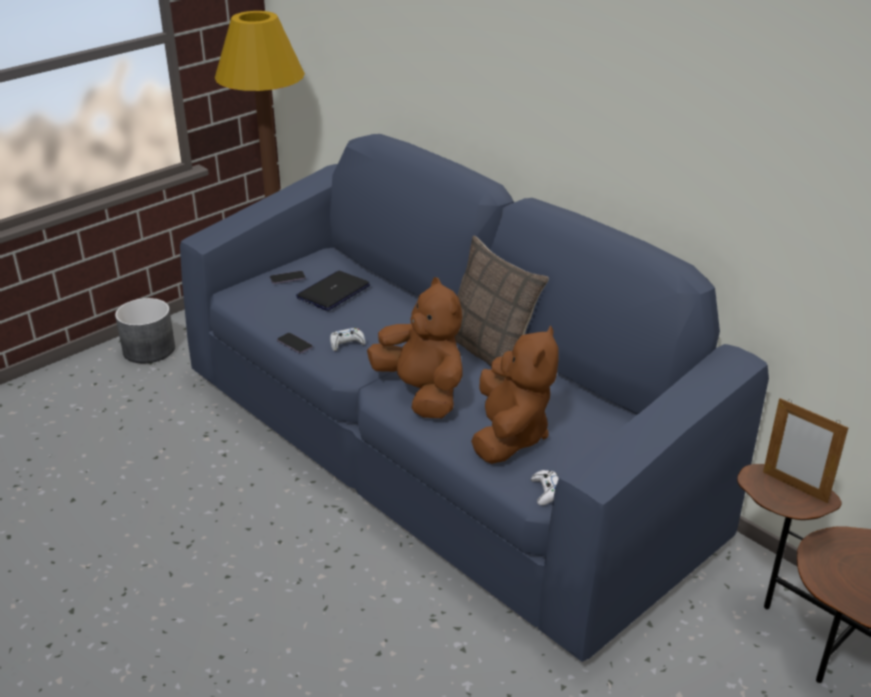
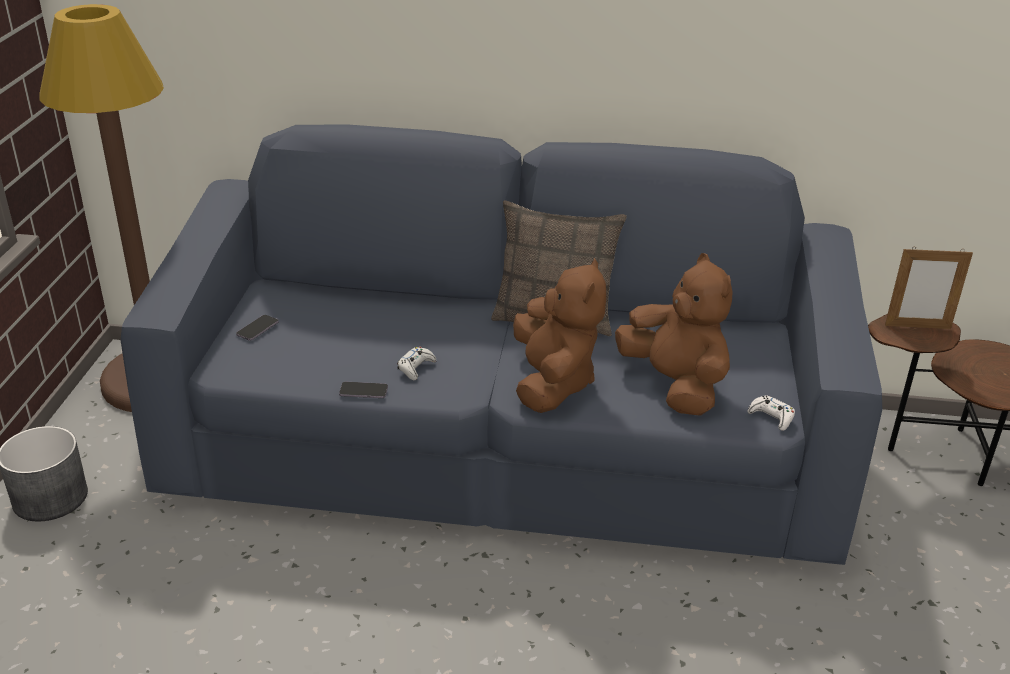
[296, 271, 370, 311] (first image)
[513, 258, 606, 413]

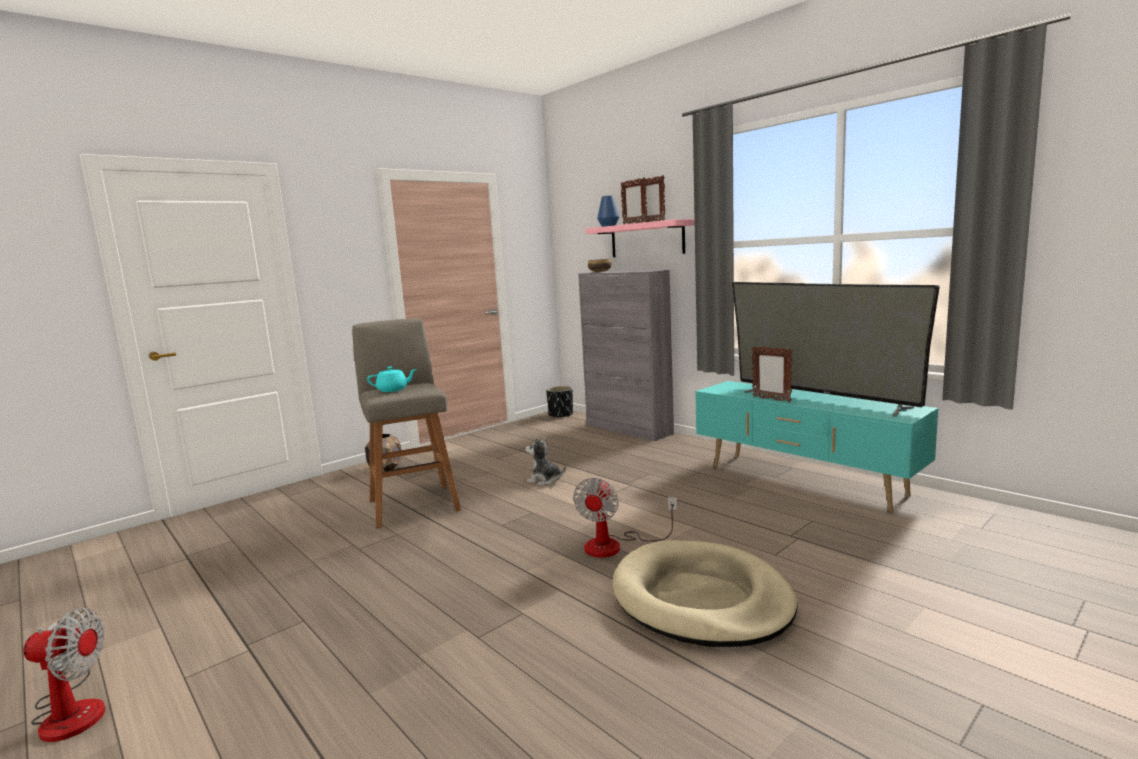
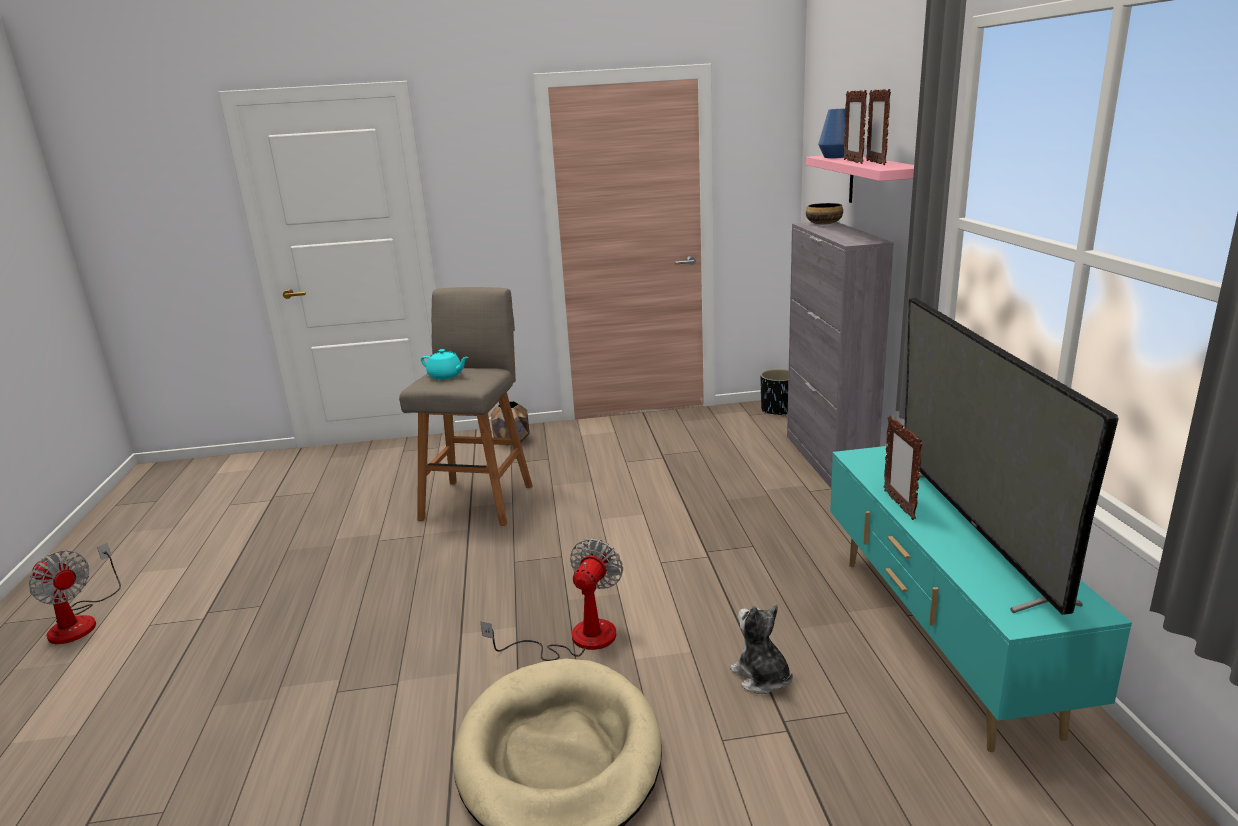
[730, 605, 793, 694]
[480, 539, 623, 661]

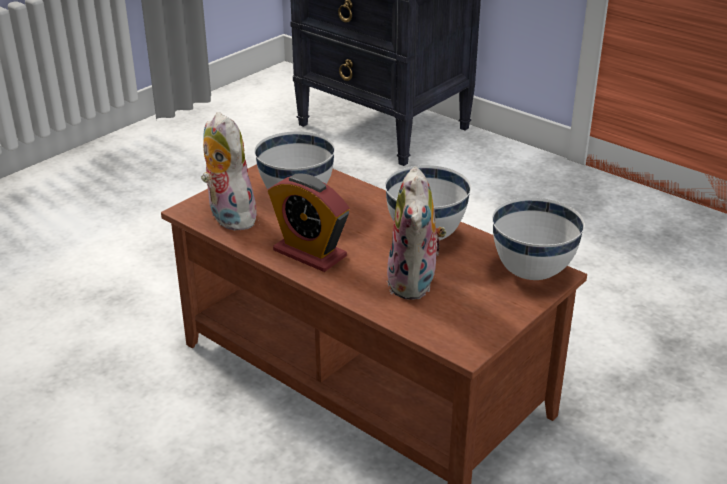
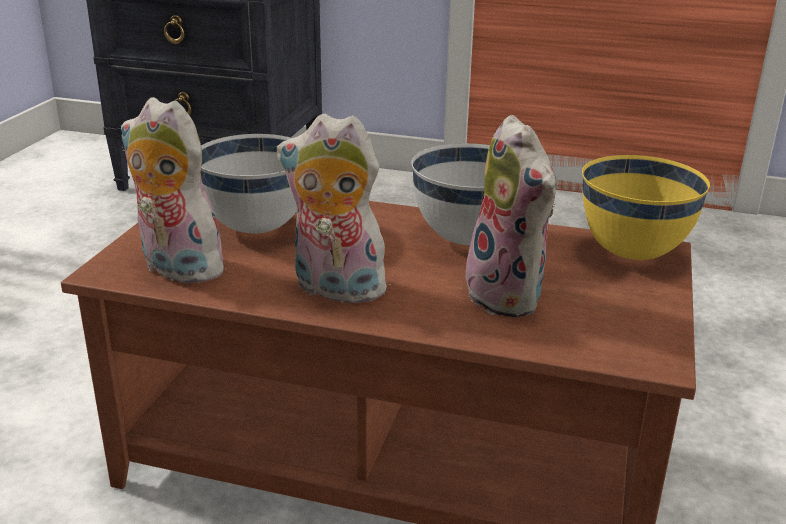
[277, 114, 396, 307]
[582, 155, 710, 260]

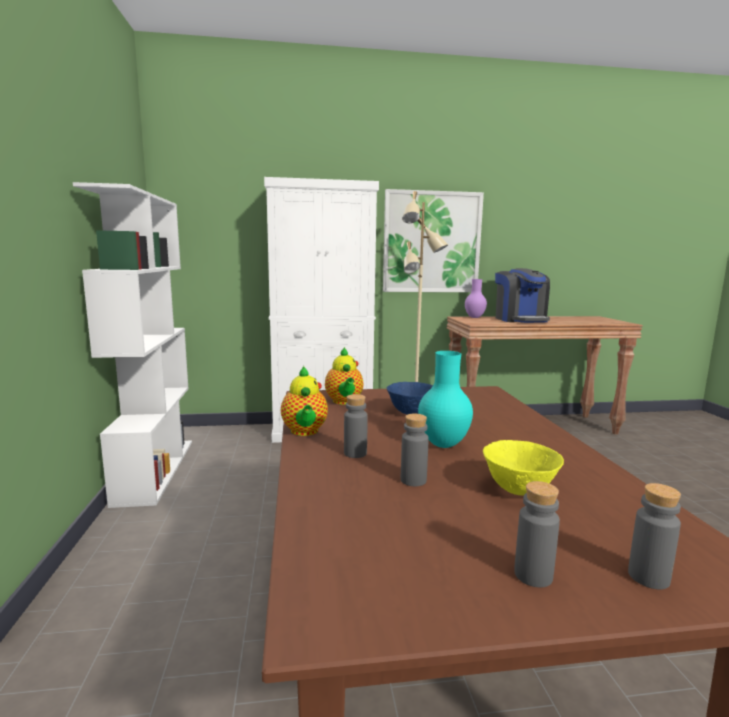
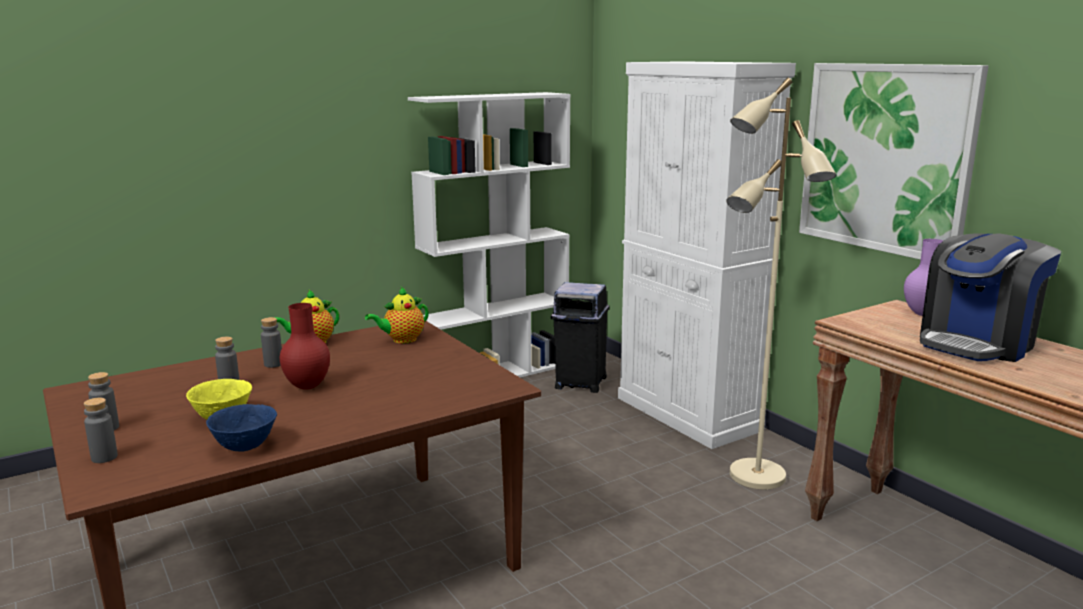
[206, 404, 277, 452]
[280, 303, 330, 390]
[551, 282, 609, 393]

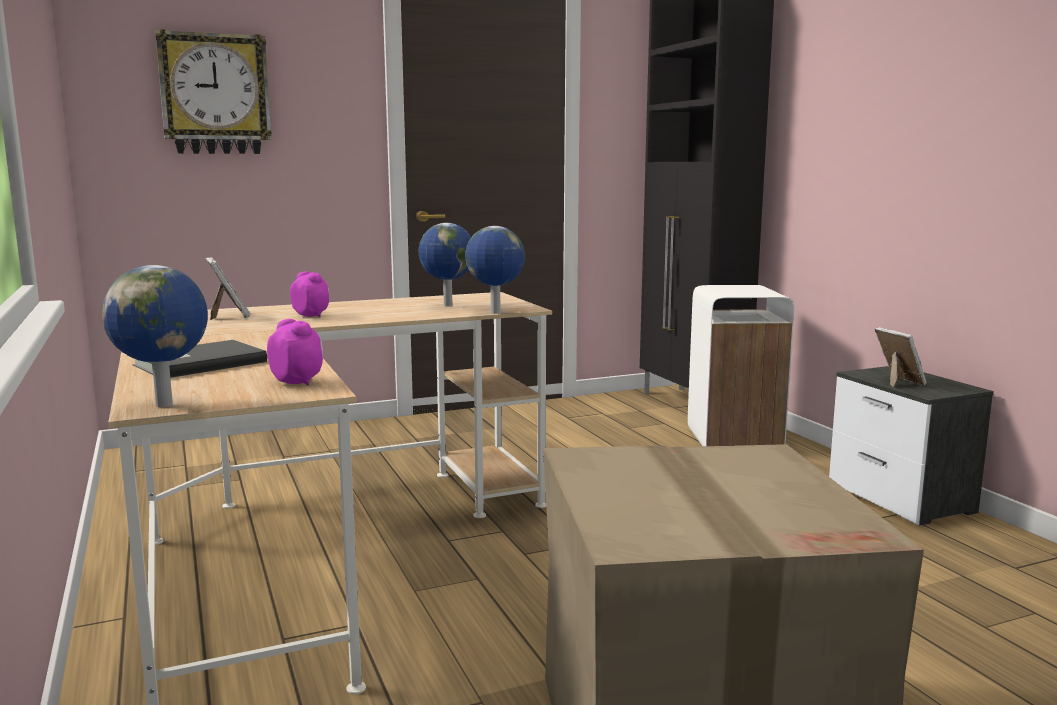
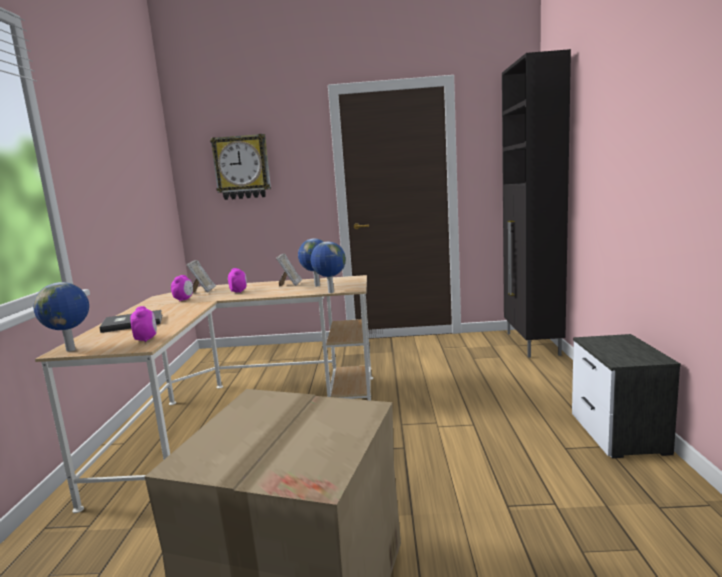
[688, 285, 794, 446] (first image)
[276, 253, 302, 287]
[171, 275, 193, 302]

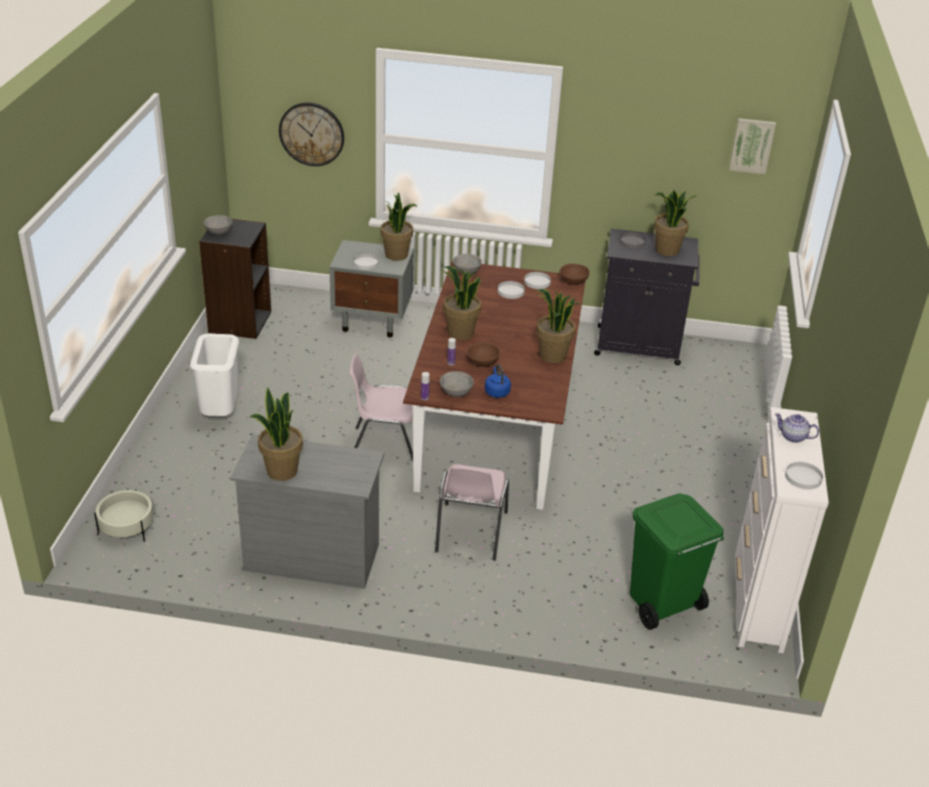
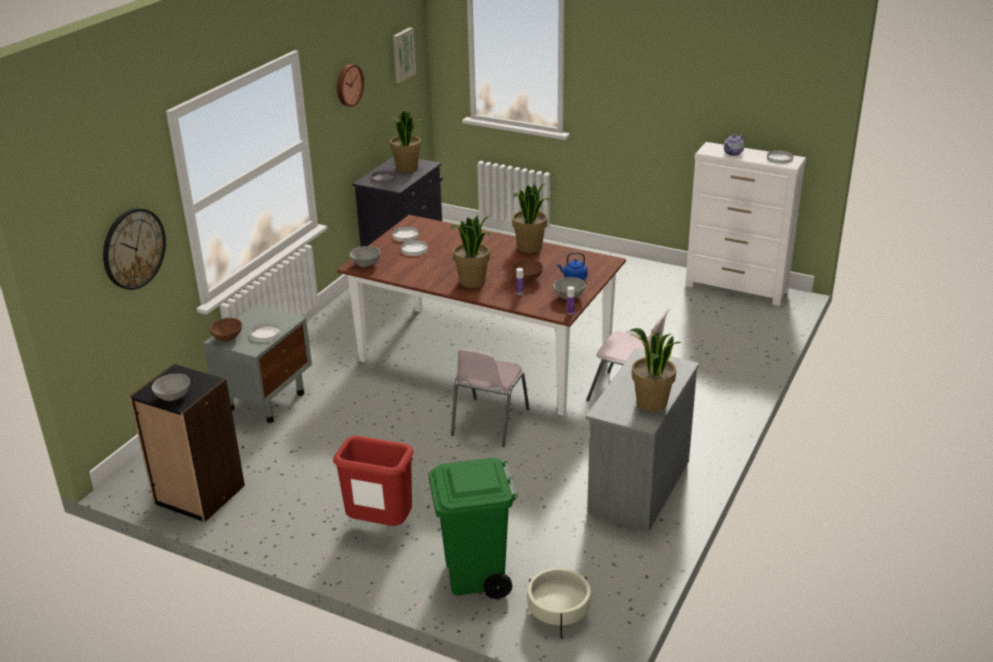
[333, 435, 414, 526]
[381, 192, 418, 261] (first image)
[210, 318, 242, 342]
[428, 458, 518, 599]
[337, 64, 364, 107]

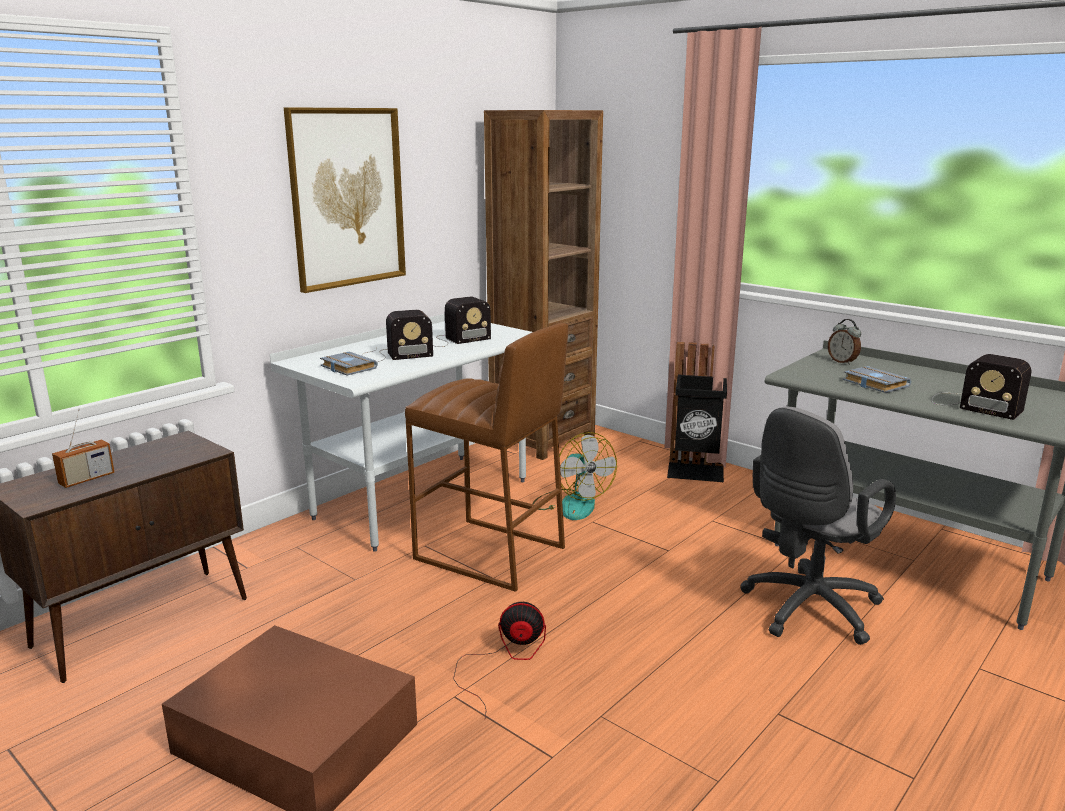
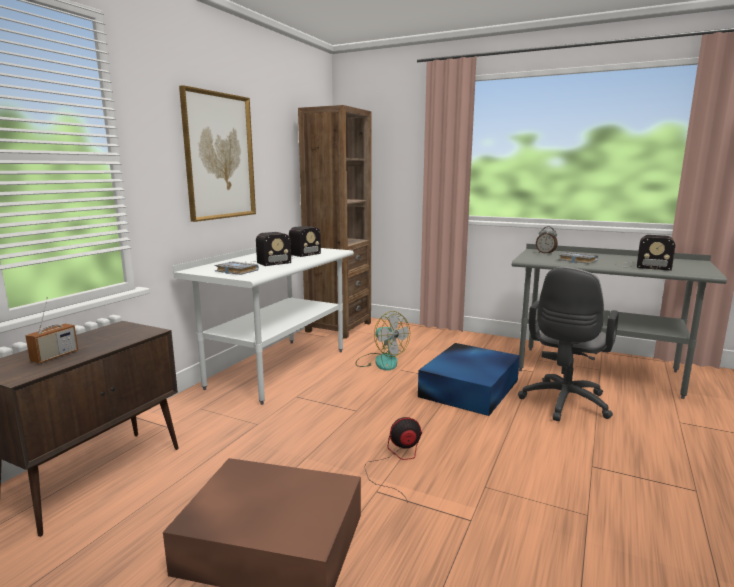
[405, 323, 568, 592] (first image)
[667, 342, 727, 482] (first image)
[418, 343, 520, 416]

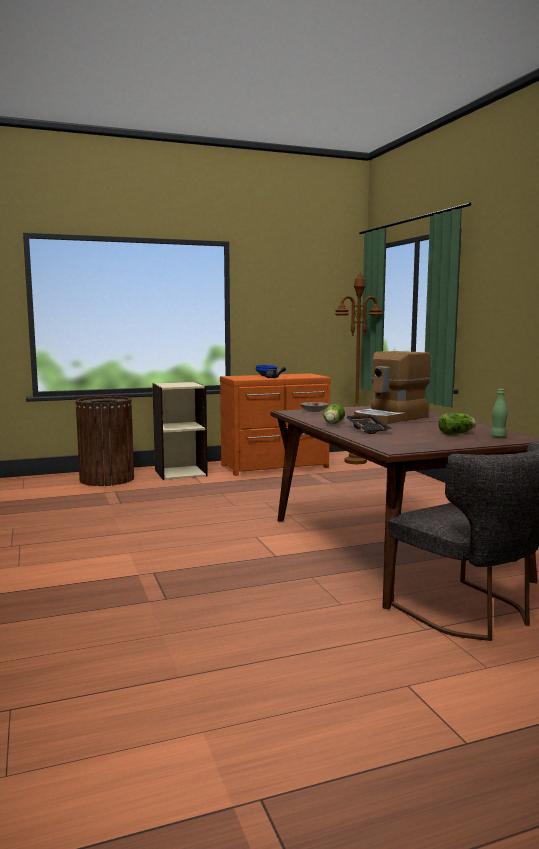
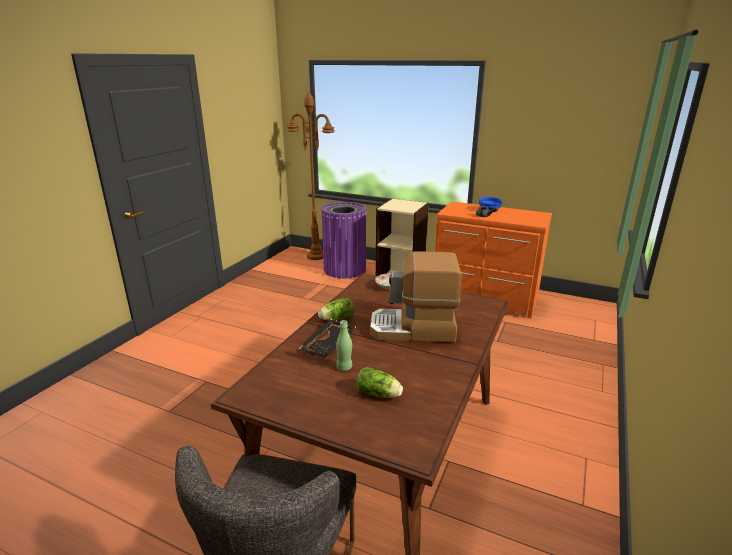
[321, 202, 366, 279]
[287, 91, 335, 260]
[336, 320, 352, 371]

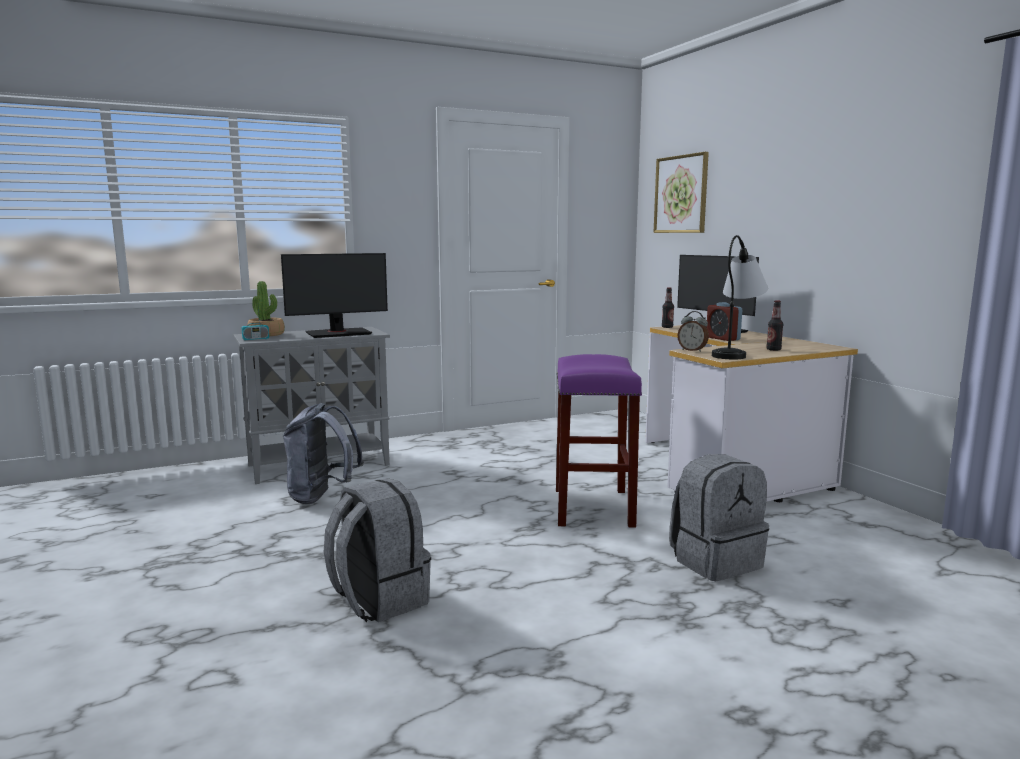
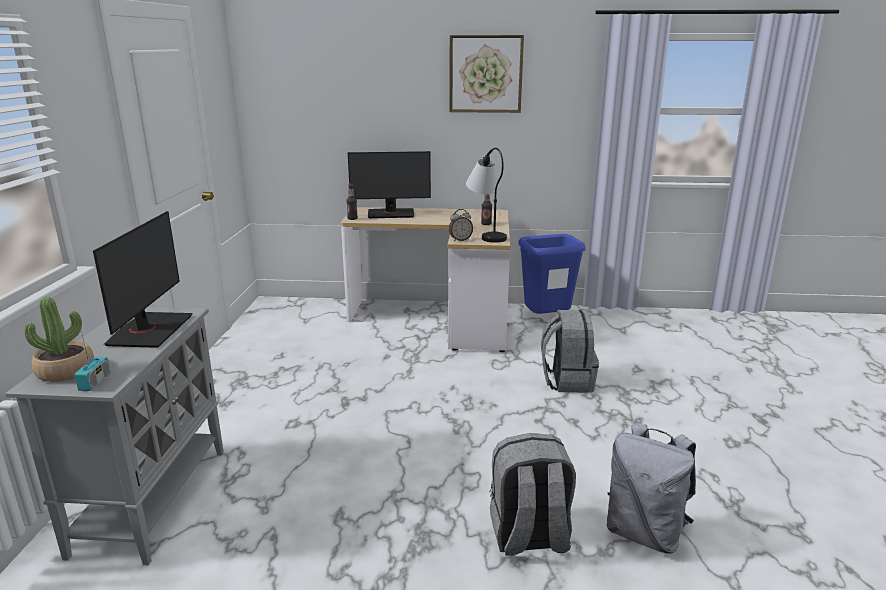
[607, 424, 696, 554]
[556, 354, 642, 528] (first image)
[449, 35, 524, 113]
[706, 302, 742, 341] (first image)
[518, 234, 586, 314]

